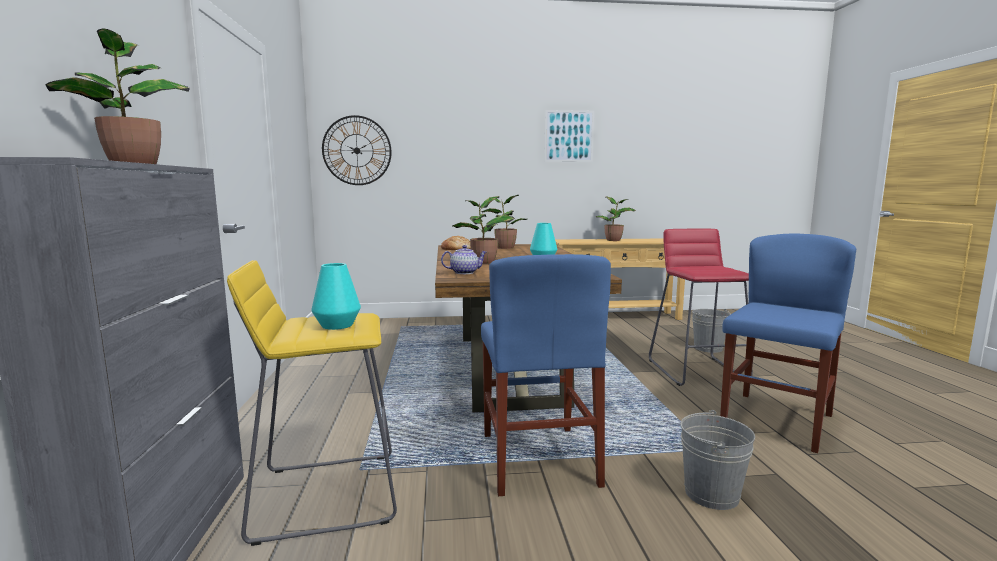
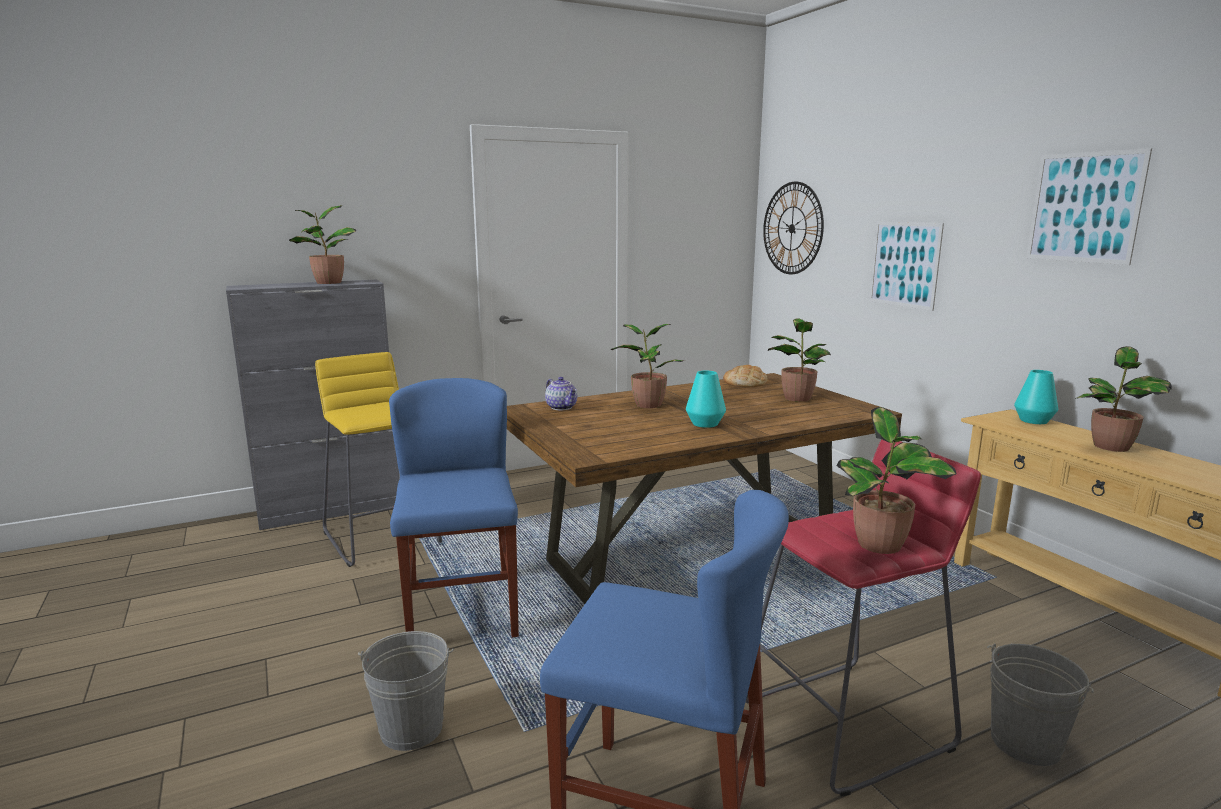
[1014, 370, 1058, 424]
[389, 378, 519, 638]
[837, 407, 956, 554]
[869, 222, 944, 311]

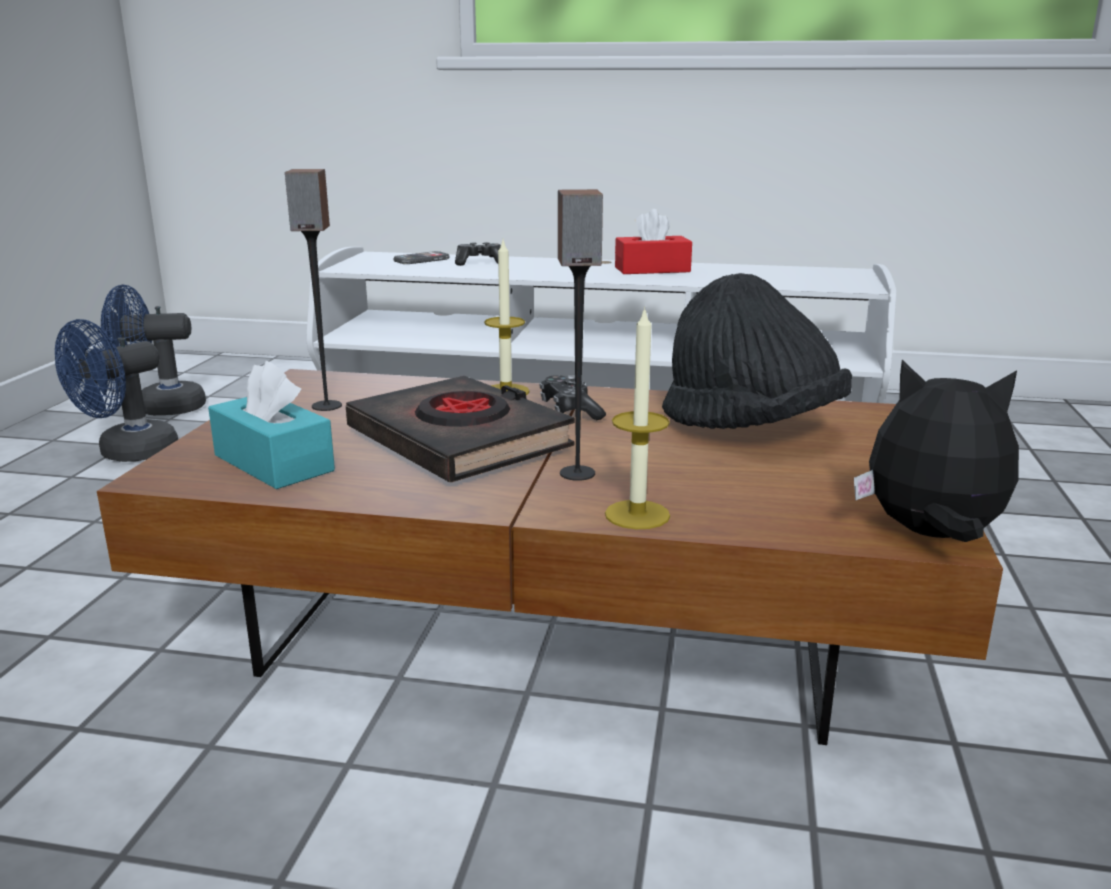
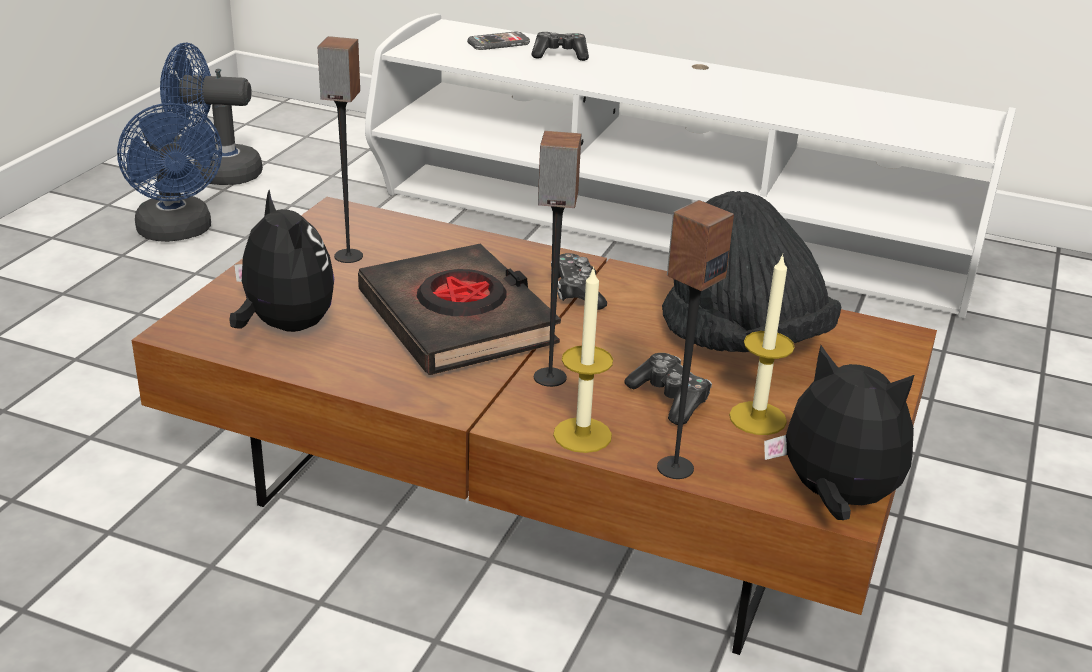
[117, 103, 222, 242]
[229, 190, 334, 332]
[729, 254, 795, 435]
[615, 209, 692, 274] (first image)
[624, 353, 712, 425]
[657, 200, 734, 479]

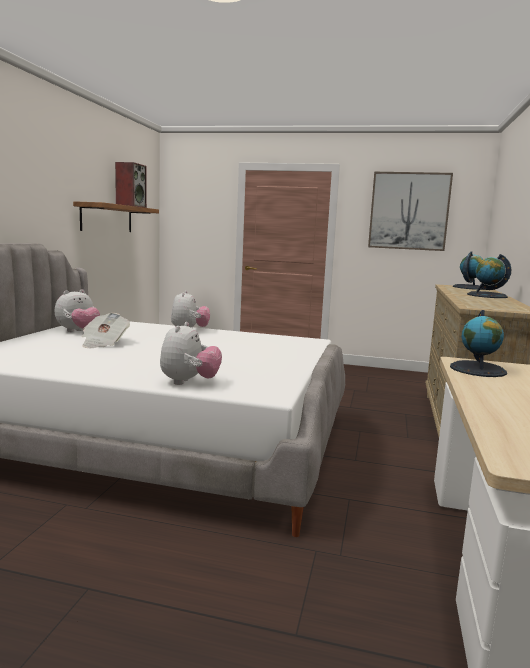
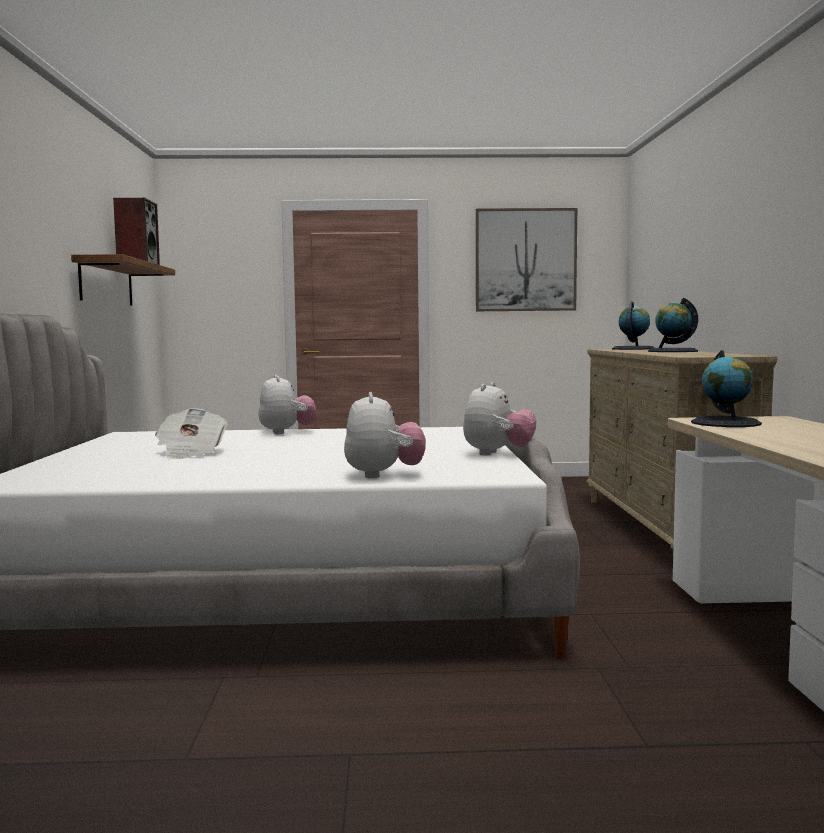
[463, 382, 536, 456]

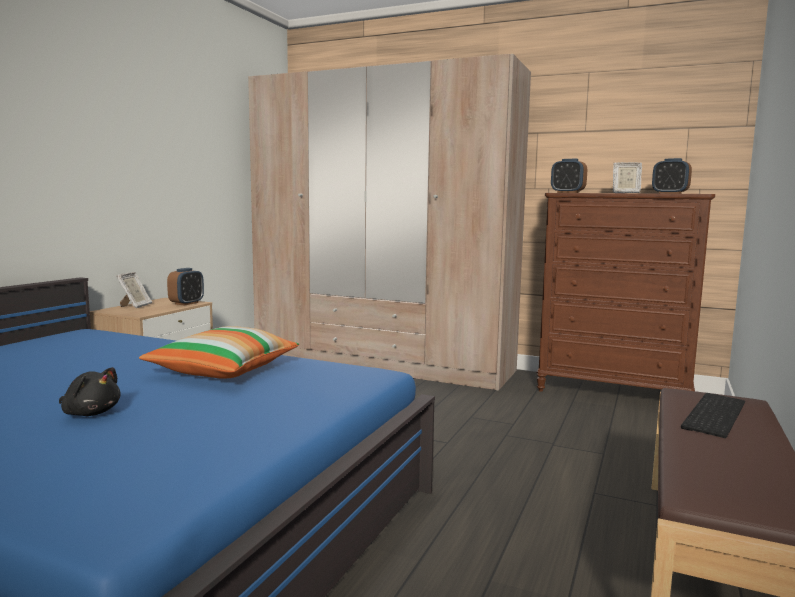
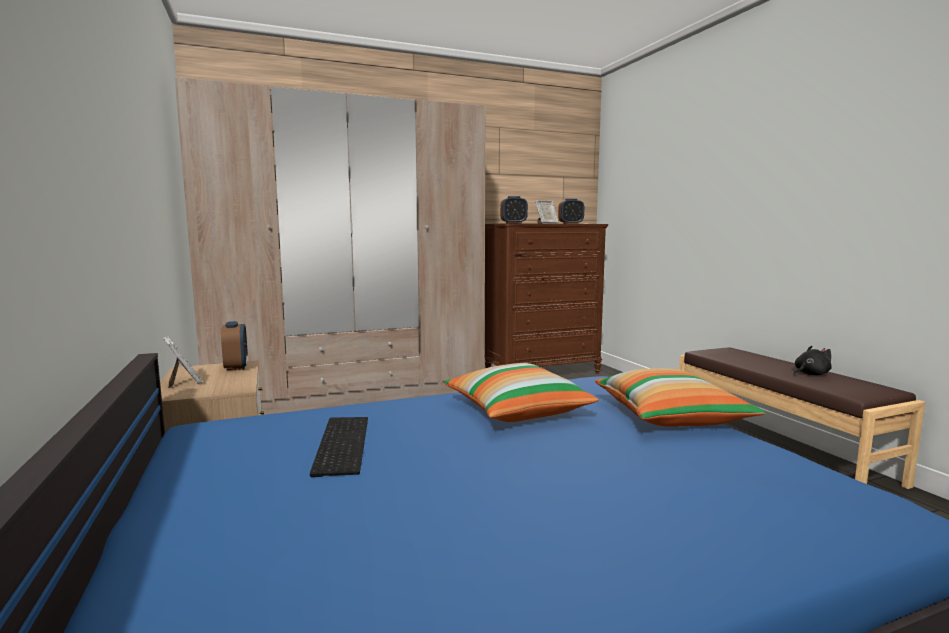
[794, 346, 832, 375]
[310, 417, 368, 477]
[595, 368, 766, 427]

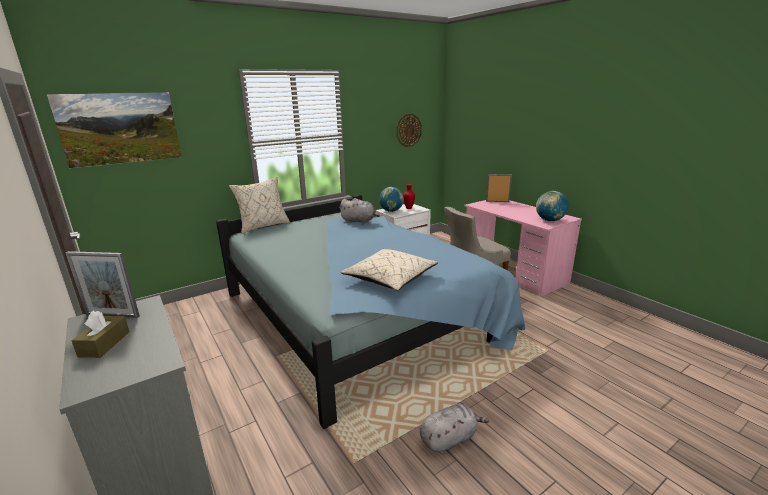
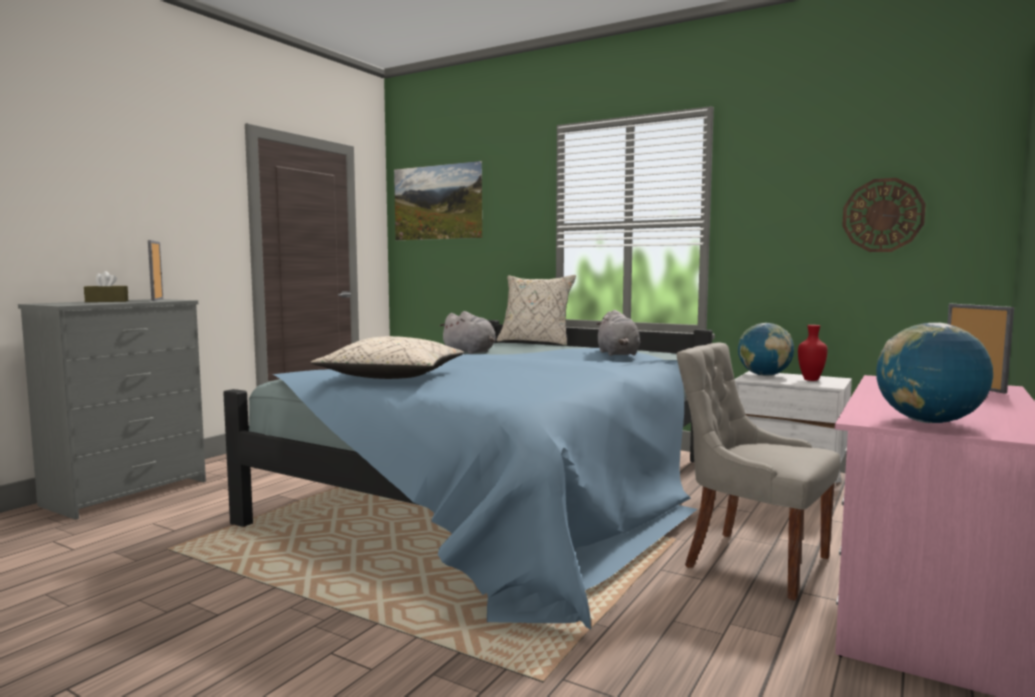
[439, 311, 496, 354]

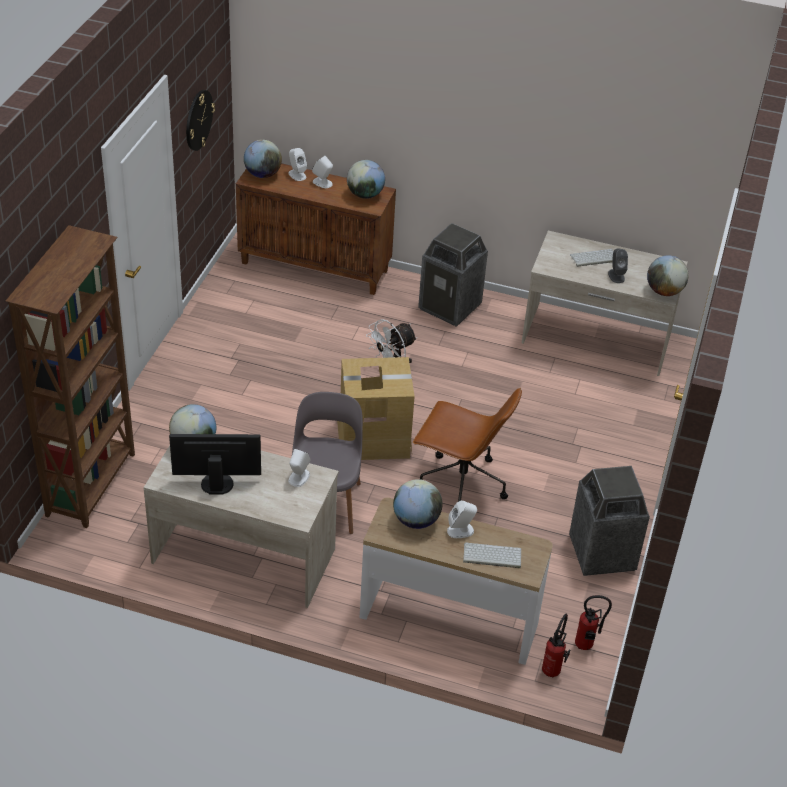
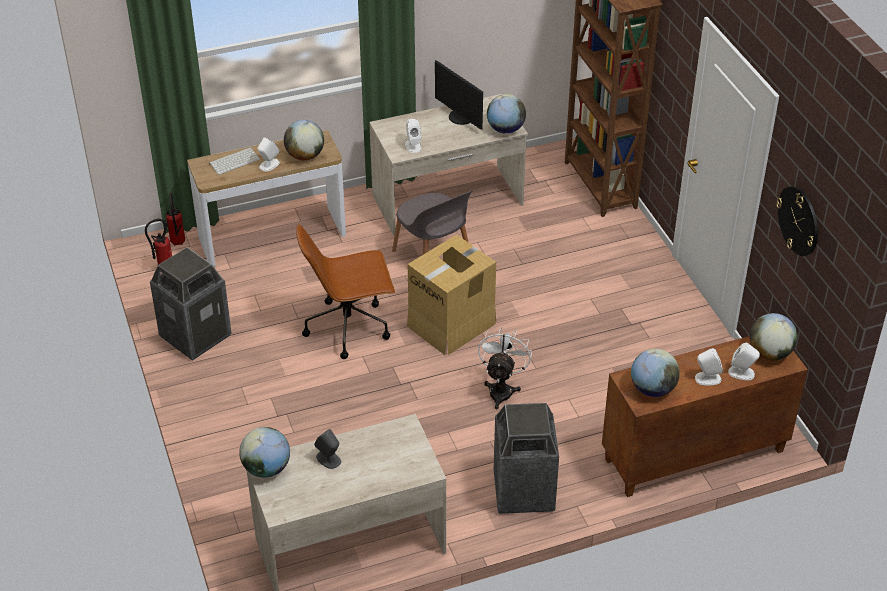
[435, 60, 483, 130]
[570, 249, 613, 267] (first image)

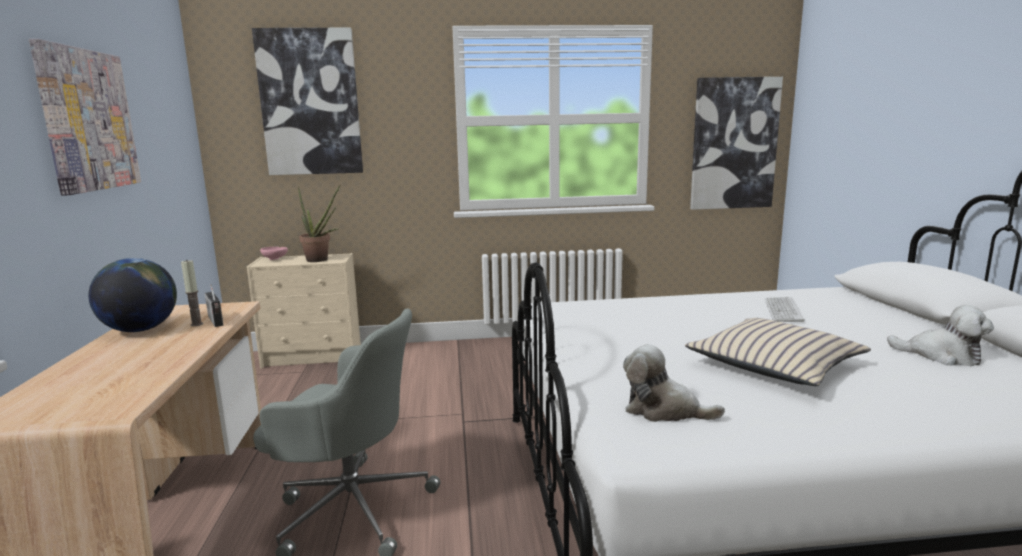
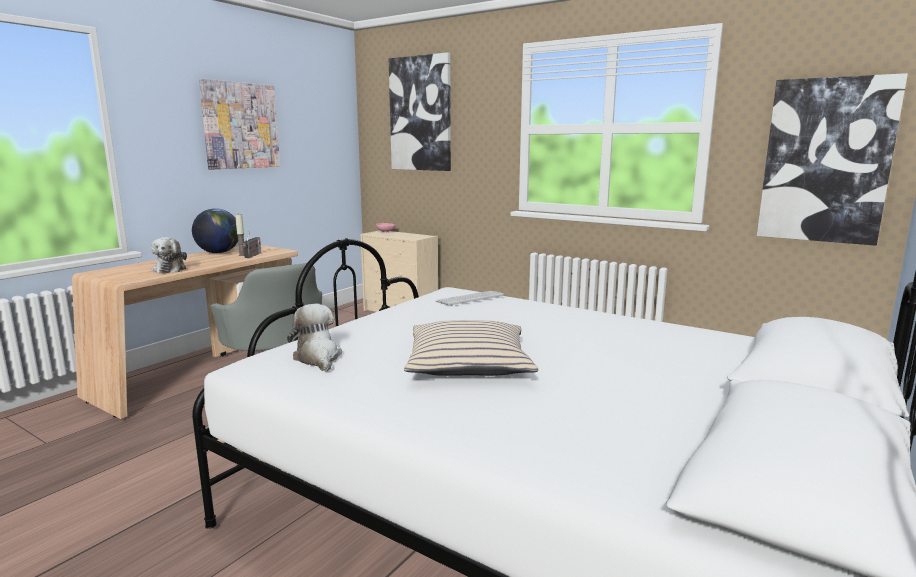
[298, 185, 340, 262] (first image)
[436, 291, 504, 306]
[151, 237, 187, 273]

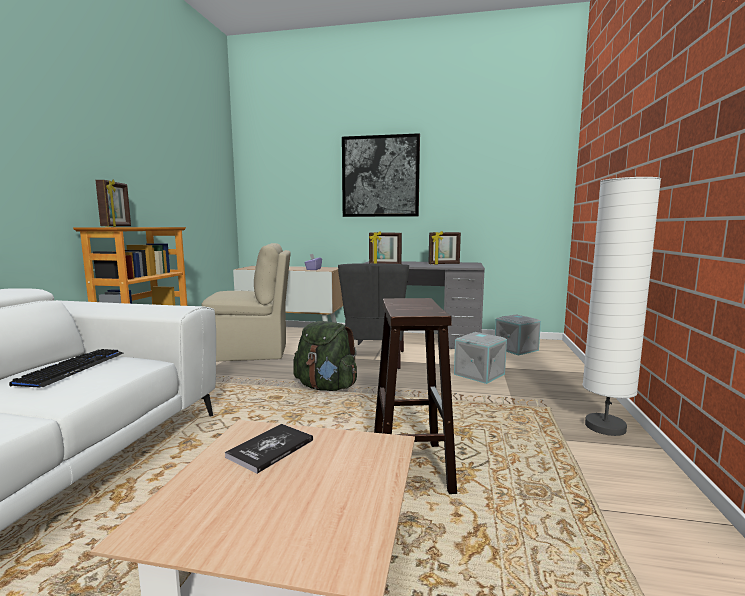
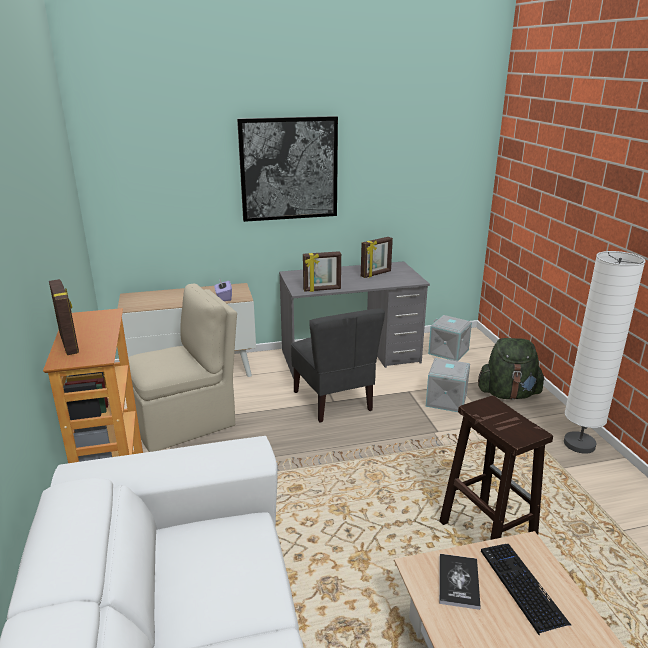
[481, 544, 572, 636]
[478, 338, 545, 400]

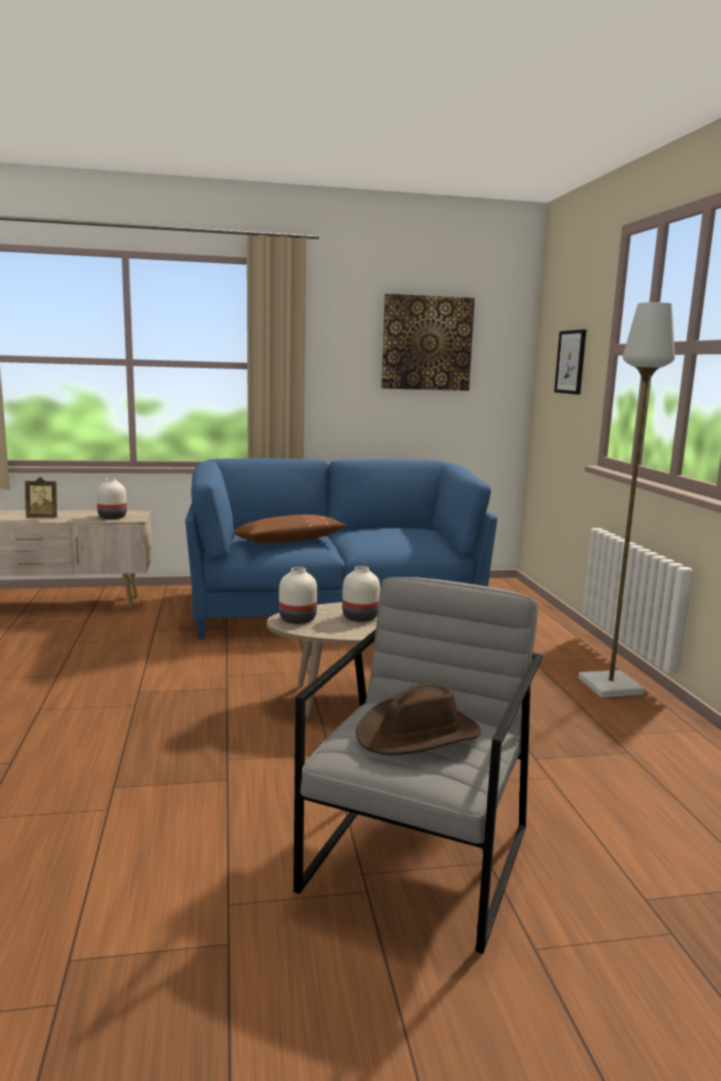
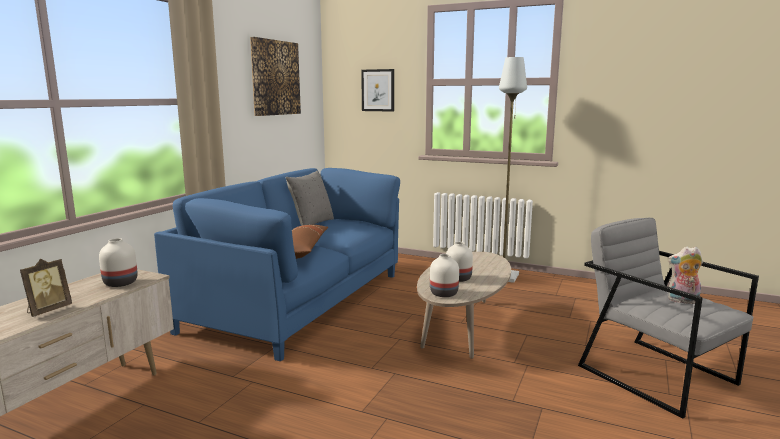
[668, 247, 703, 304]
[286, 170, 334, 226]

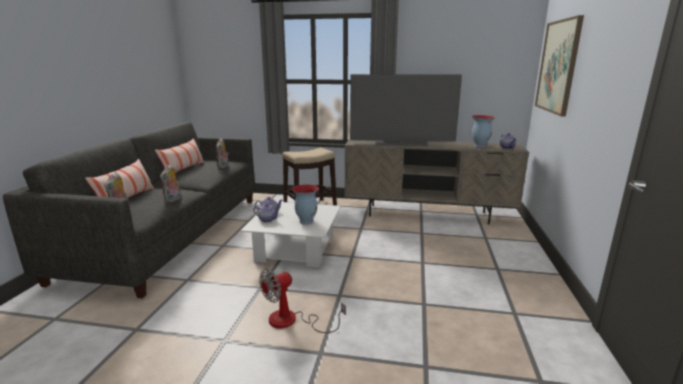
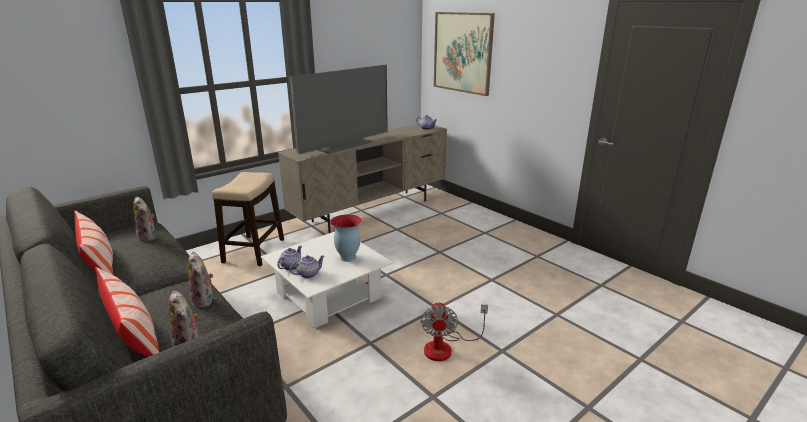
[472, 115, 496, 148] (first image)

